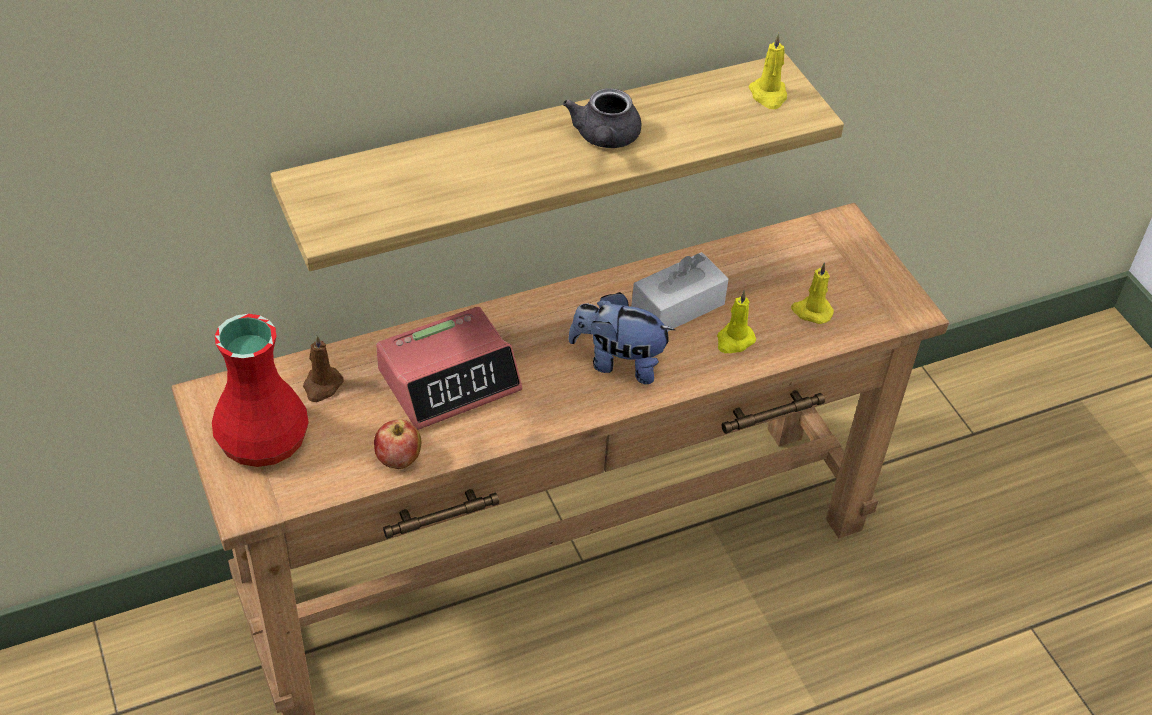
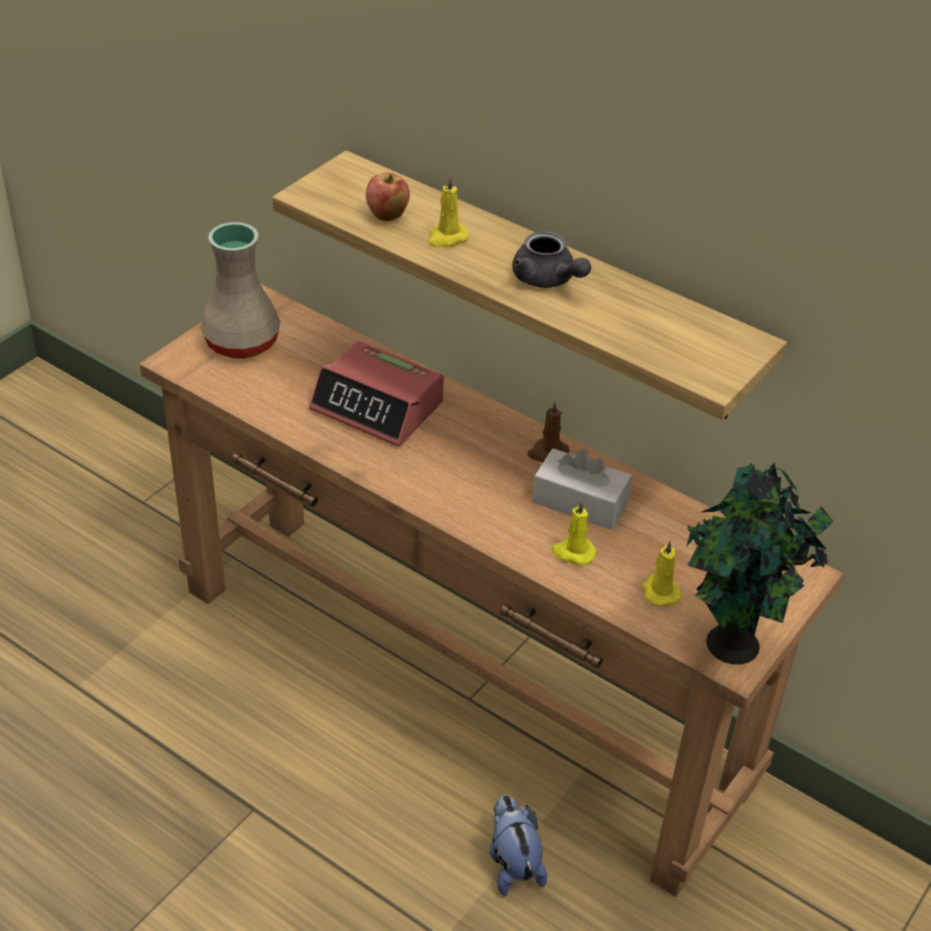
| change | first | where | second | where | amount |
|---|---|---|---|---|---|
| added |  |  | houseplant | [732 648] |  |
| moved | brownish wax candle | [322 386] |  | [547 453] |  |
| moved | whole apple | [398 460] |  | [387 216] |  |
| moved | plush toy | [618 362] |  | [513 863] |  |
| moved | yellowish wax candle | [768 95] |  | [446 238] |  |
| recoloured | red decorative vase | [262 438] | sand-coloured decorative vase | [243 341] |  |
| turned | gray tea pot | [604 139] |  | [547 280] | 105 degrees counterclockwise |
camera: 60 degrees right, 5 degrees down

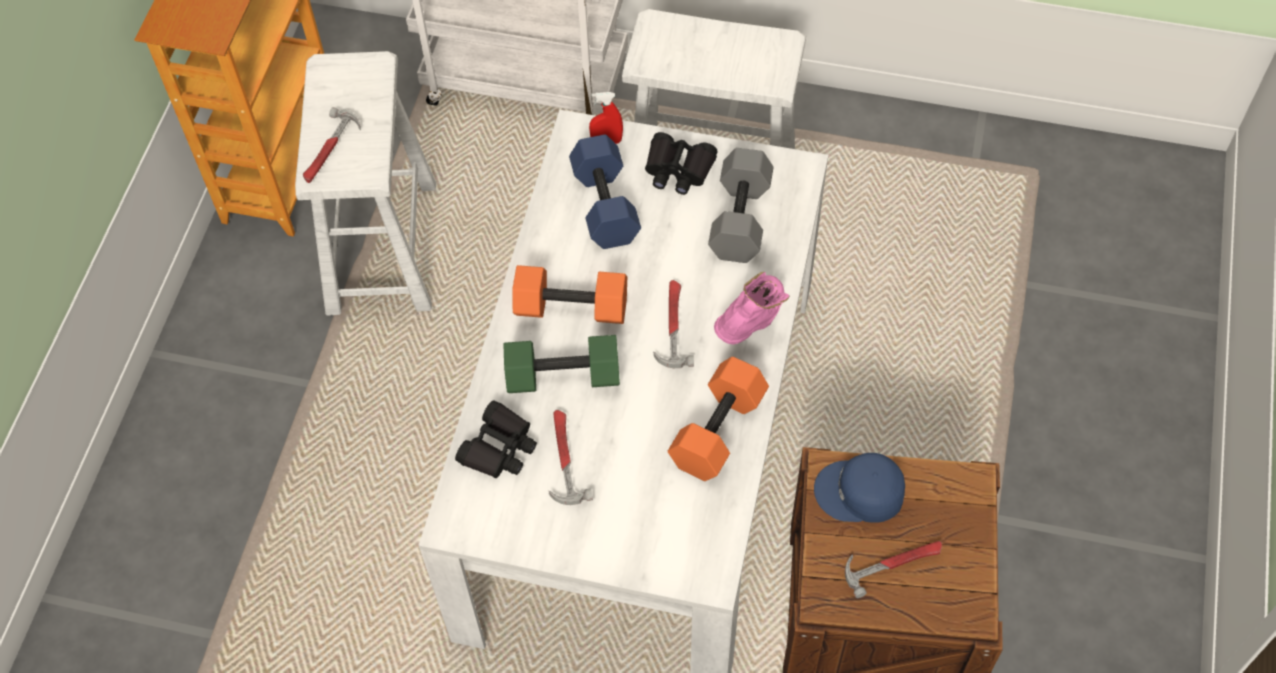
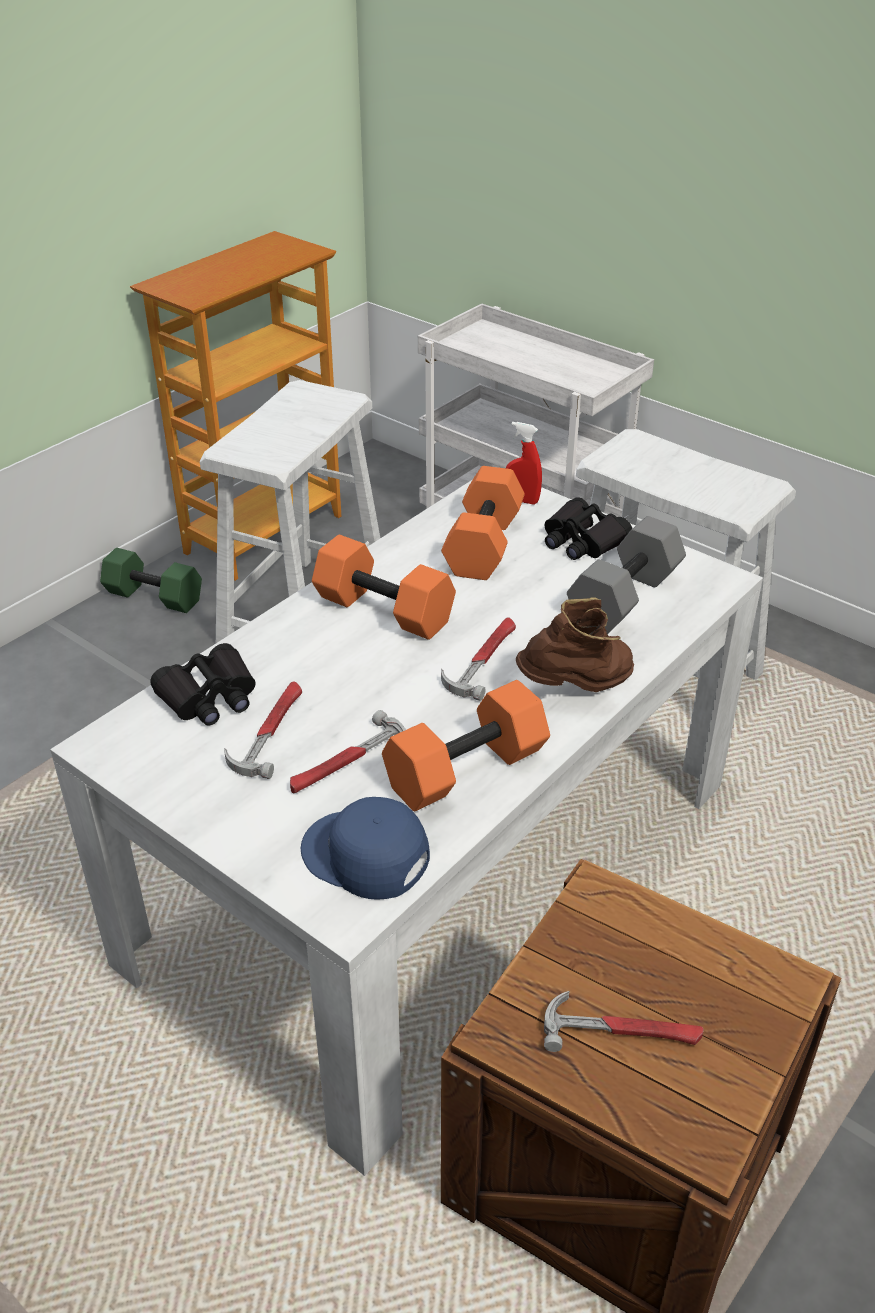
| change | first | where | second | where | amount |
|---|---|---|---|---|---|
| moved | hammer | [330 150] |  | [348 762] |  |
| moved | greenish free weight | [562 378] |  | [152 597] |  |
| moved | blue-coloured baseball cap | [860 493] |  | [365 856] |  |
| recoloured | blue-coloured free weight | [607 206] | orange free weight | [485 545] |  |
| recoloured | pinkish boot | [752 323] | brownish boot | [577 687] |  |
camera: 25 degrees right, 20 degrees down

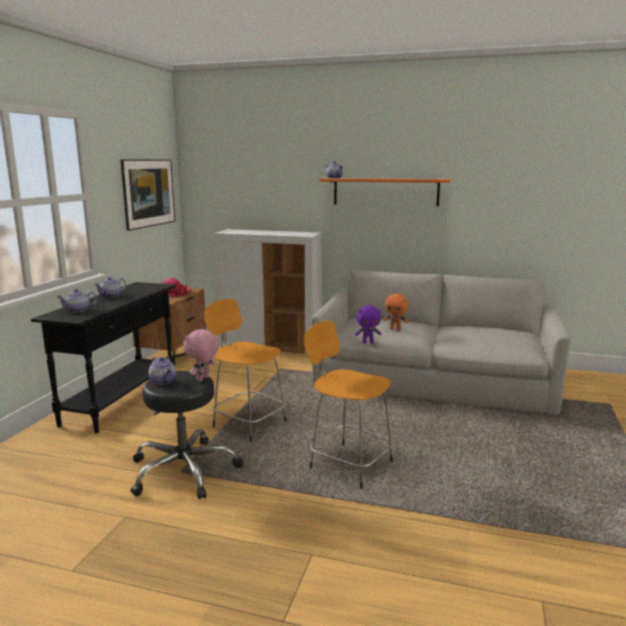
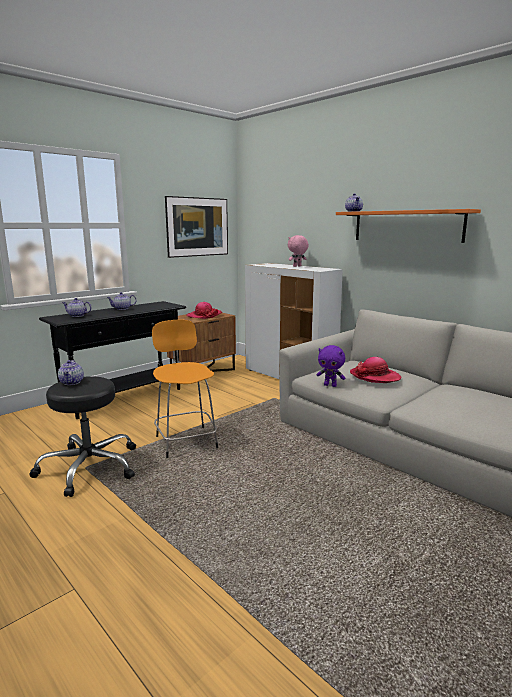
| change | first | where | second | where | amount |
|---|---|---|---|---|---|
| removed | orange stool seat | [348 464] |  |  |  |
| moved | pinkish plush toy | [203 379] |  | [297 266] |  |
| replaced | orange plush toy | [395 329] | hat | [375 377] |  |
camera: 30 degrees right, 0 degrees up

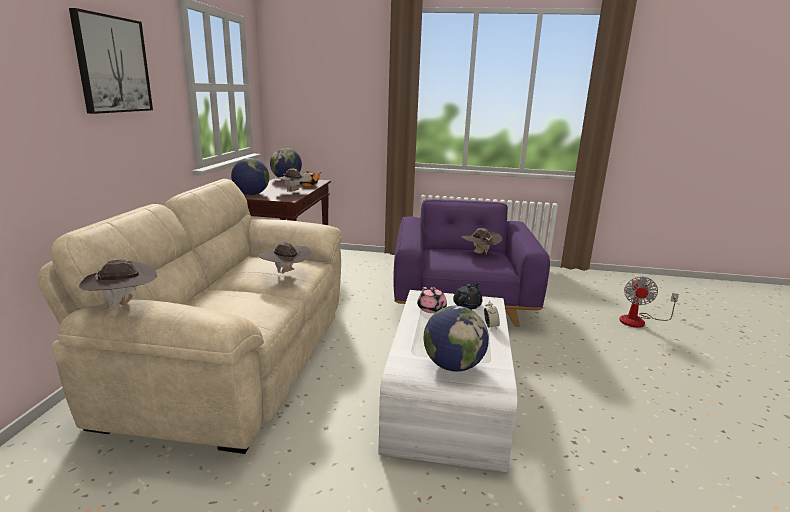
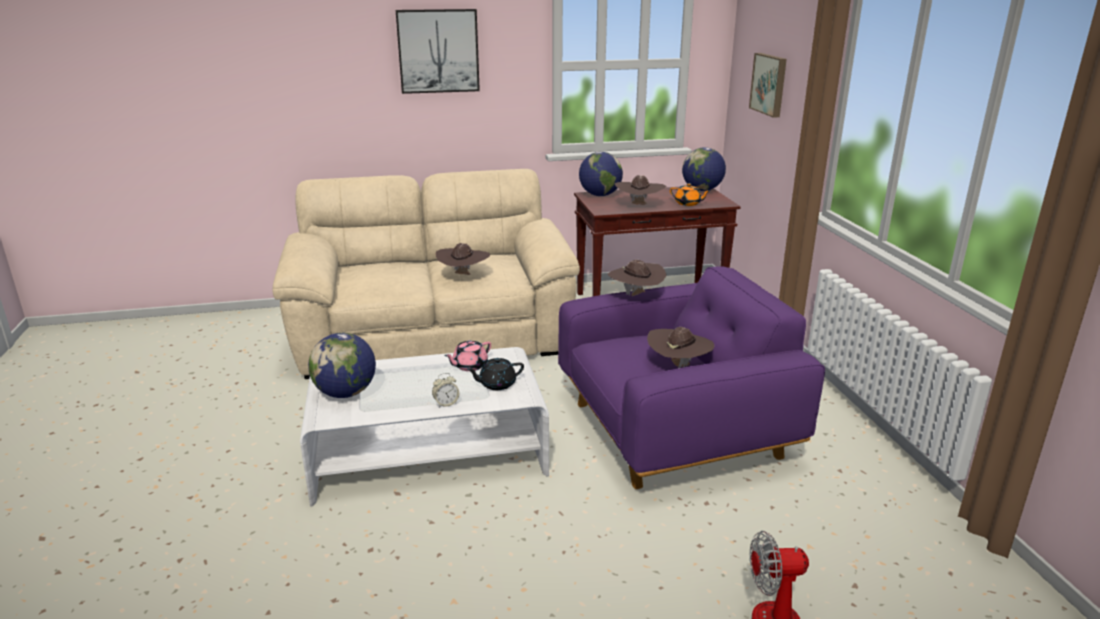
| change | first | where | second | where | amount |
|---|---|---|---|---|---|
| added |  |  | wall art | [770 84] |  |
| moved | brownish hat | [123 304] |  | [636 296] |  |
| turned | black tea pot | [467 305] |  | [496 384] | 150 degrees clockwise |
camera: 70 degrees right, 5 degrees up

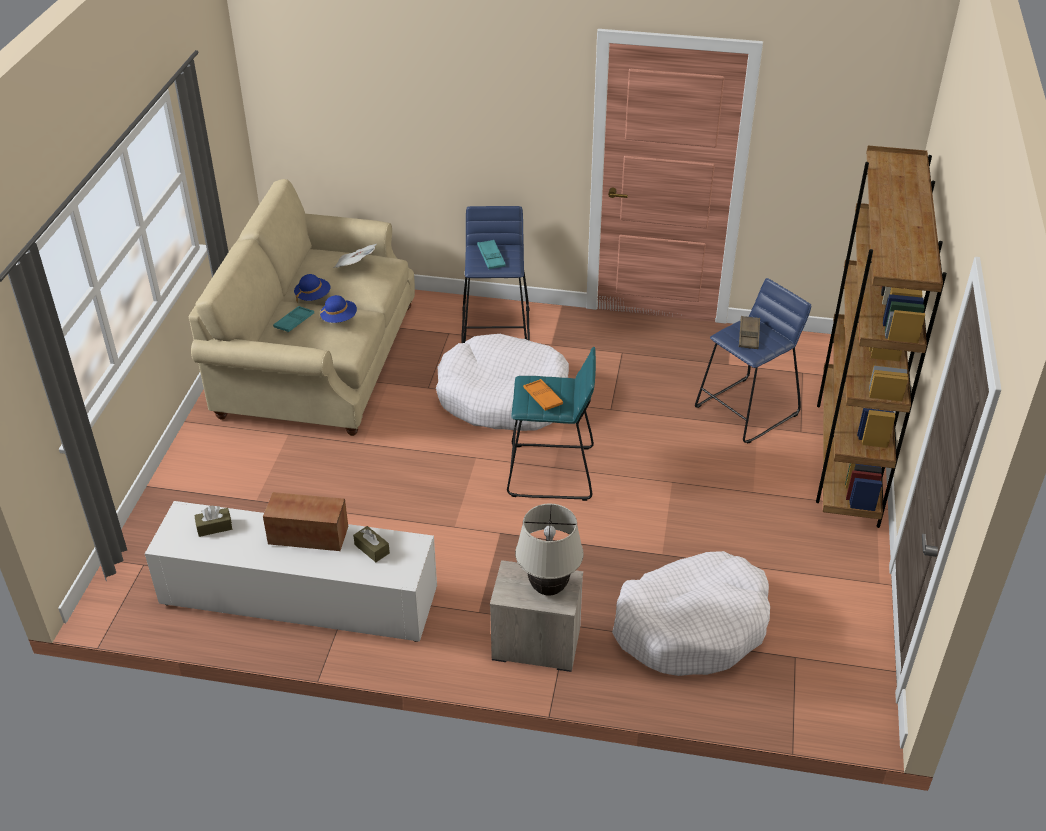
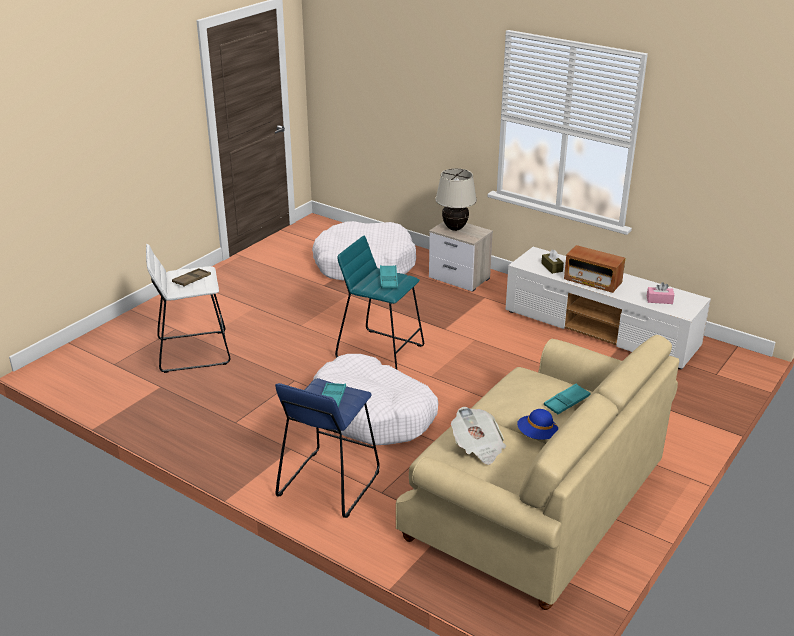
| change | first | where | second | where | amount |
|---|---|---|---|---|---|
| removed | blue-coloured hat | [339 319] |  |  |  |
| removed | brownish shelving unit | [847 456] |  |  |  |
| recoloured | brownish tissue box | [214 527] | pinkish tissue box | [659 300] |  |
| recoloured | orange serving tray | [542 398] | turquoise-coloured serving tray | [388 279] |  |
| recoloured | blue-coloured stool seat | [747 410] | white-coloured stool seat | [193 351] |  |
camera: 155 degrees left, 10 degrees down

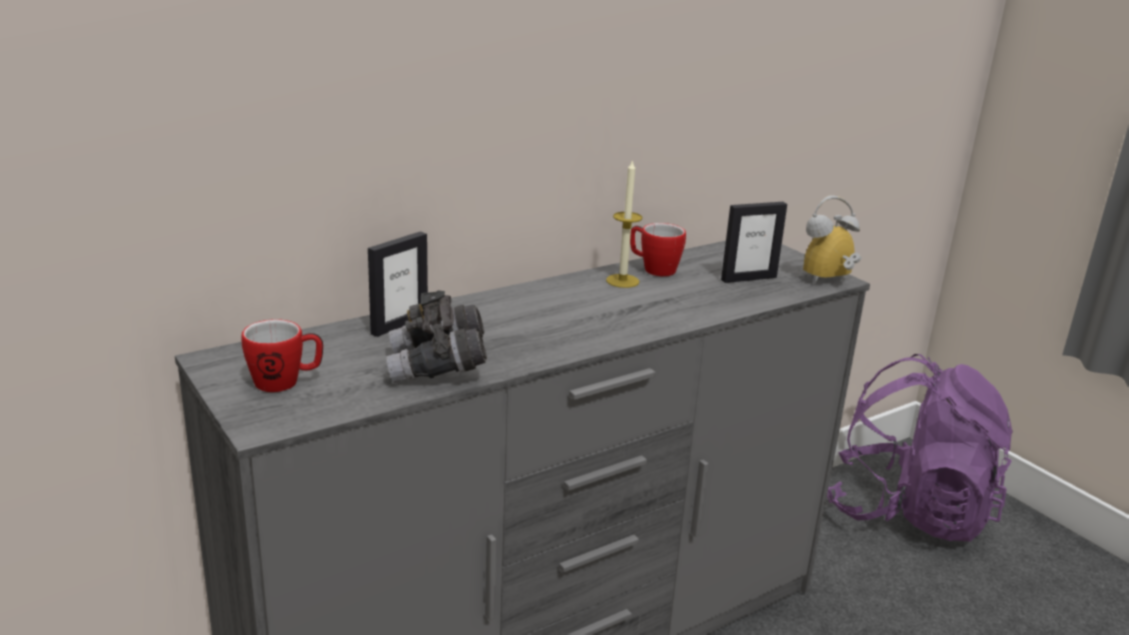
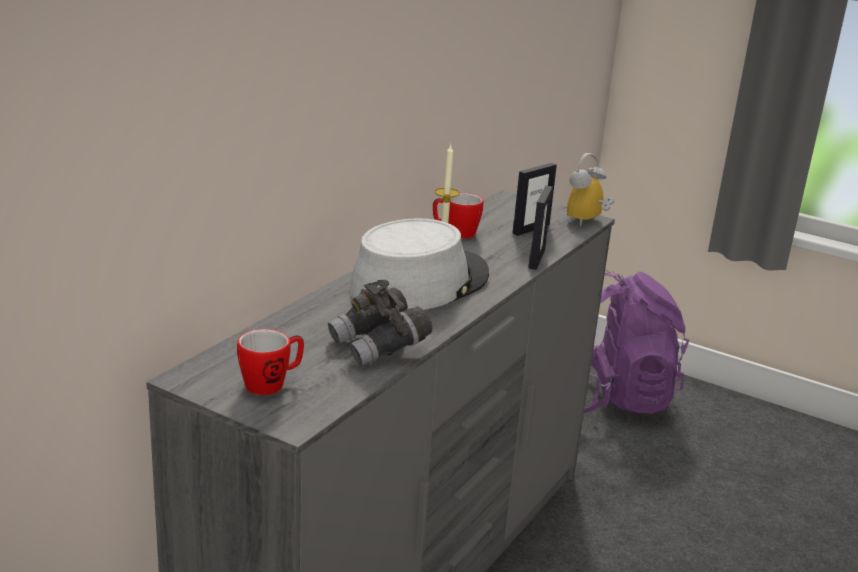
| change | first | where | second | where | amount |
|---|---|---|---|---|---|
| added |  |  | gray hat | [419 282] |  |
| moved | photo frame | [399 324] |  | [536 259] |  |
camera: 25 degrees left, 0 degrees up

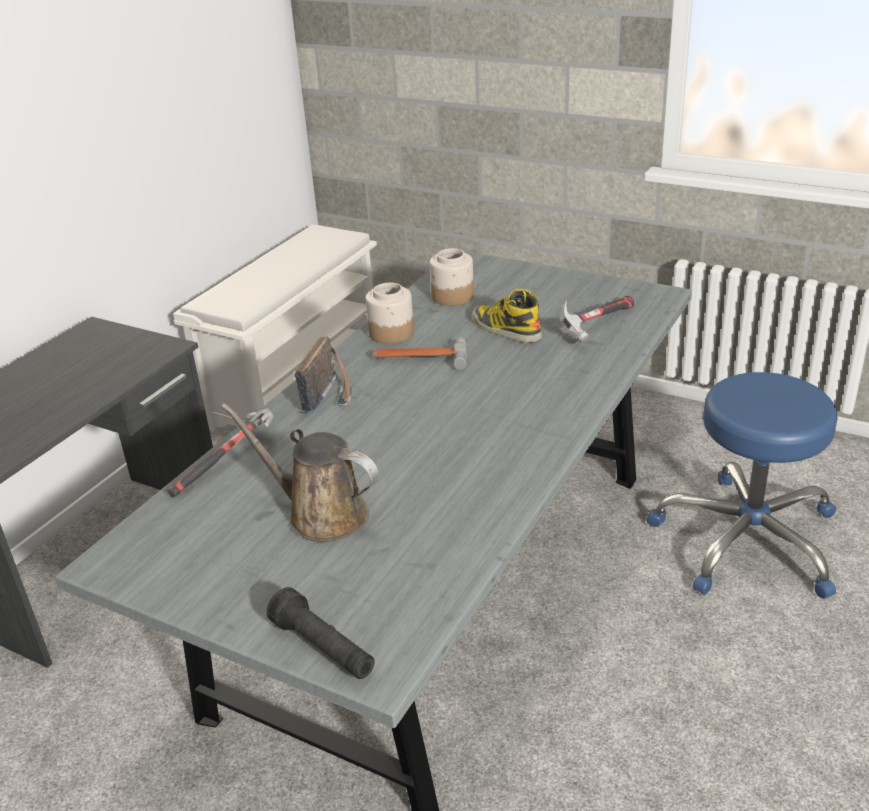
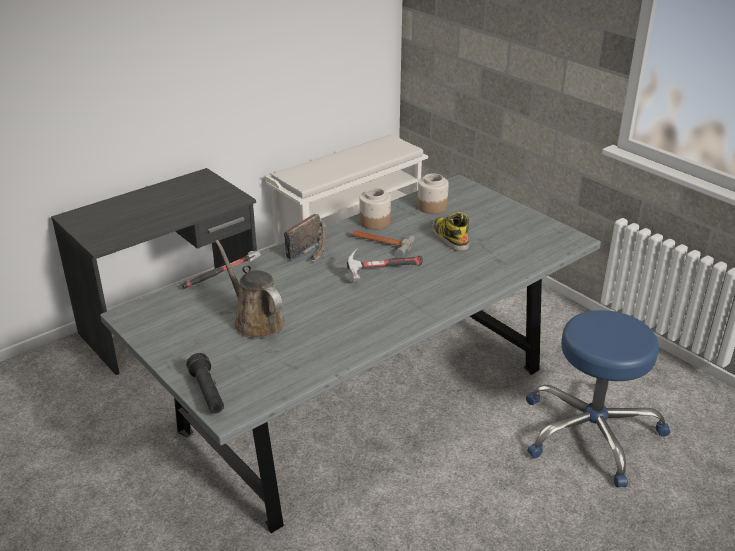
| change | first | where | second | where | amount |
|---|---|---|---|---|---|
| moved | hammer | [596 326] |  | [382 272] |  |
camera: 20 degrees right, 0 degrees up

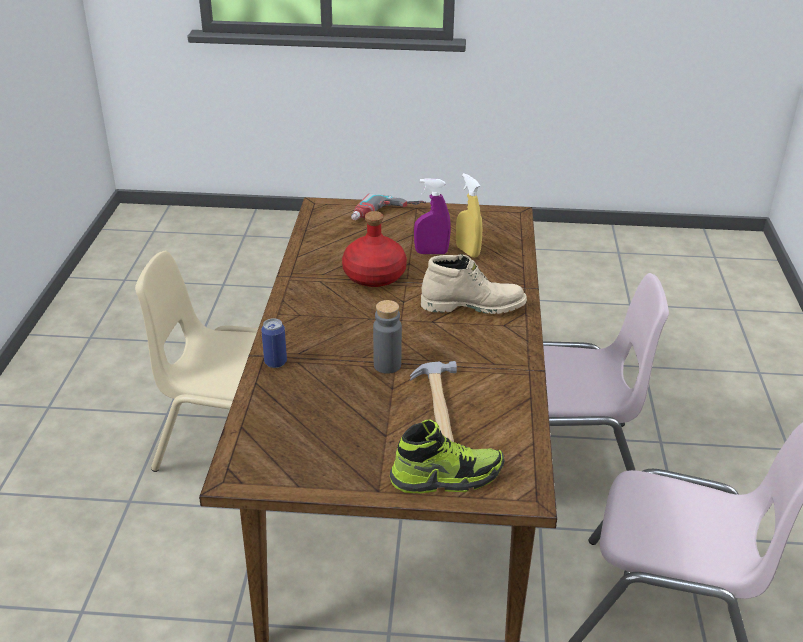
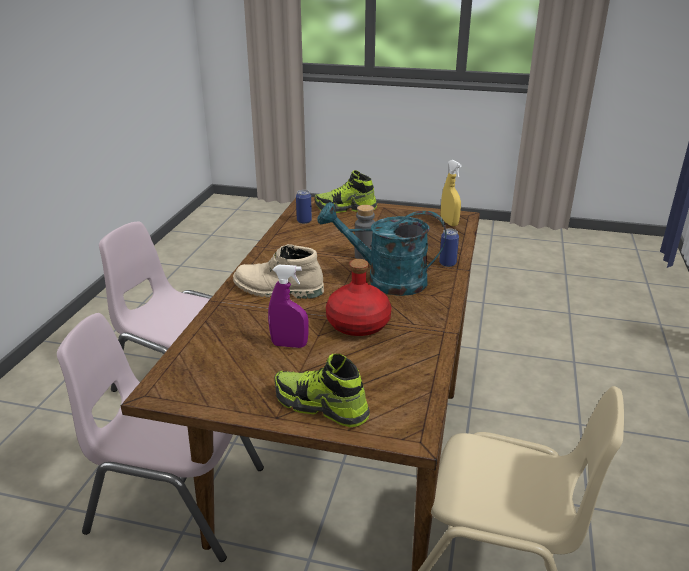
| change | first | where | second | where | amount |
|---|---|---|---|---|---|
| removed | hammer | [438 406] |  |  |  |
| added |  |  | sealed can | [304 221] |  |
| added |  |  | turquoise-coloured watering can | [385 280] |  |
| moved | yellowish sprayer | [467 251] |  | [449 223] |  |
| replaced | electric drill | [387 215] | low shoe | [320 406] |  |
camera: 170 degrees left, 5 degrees down

